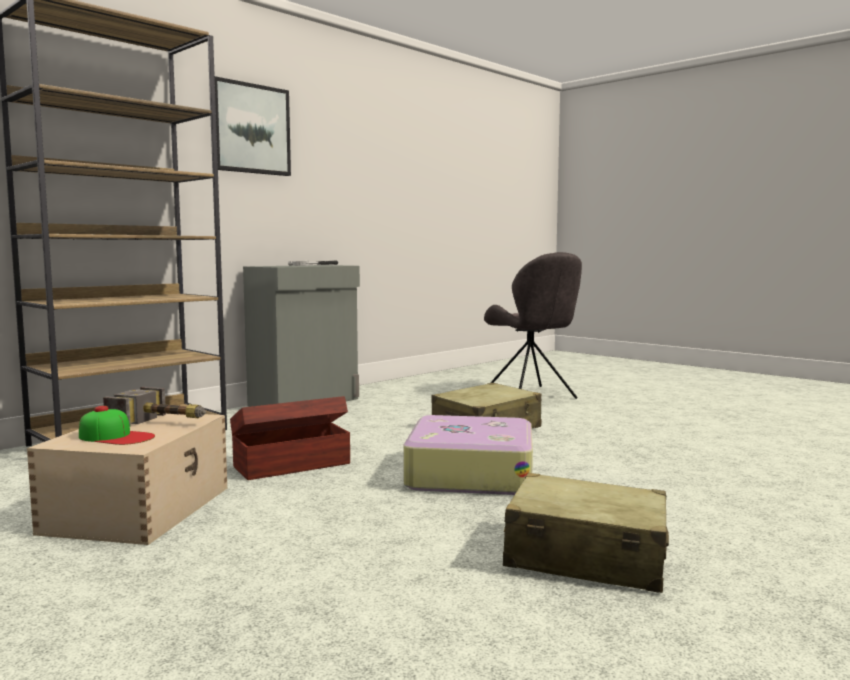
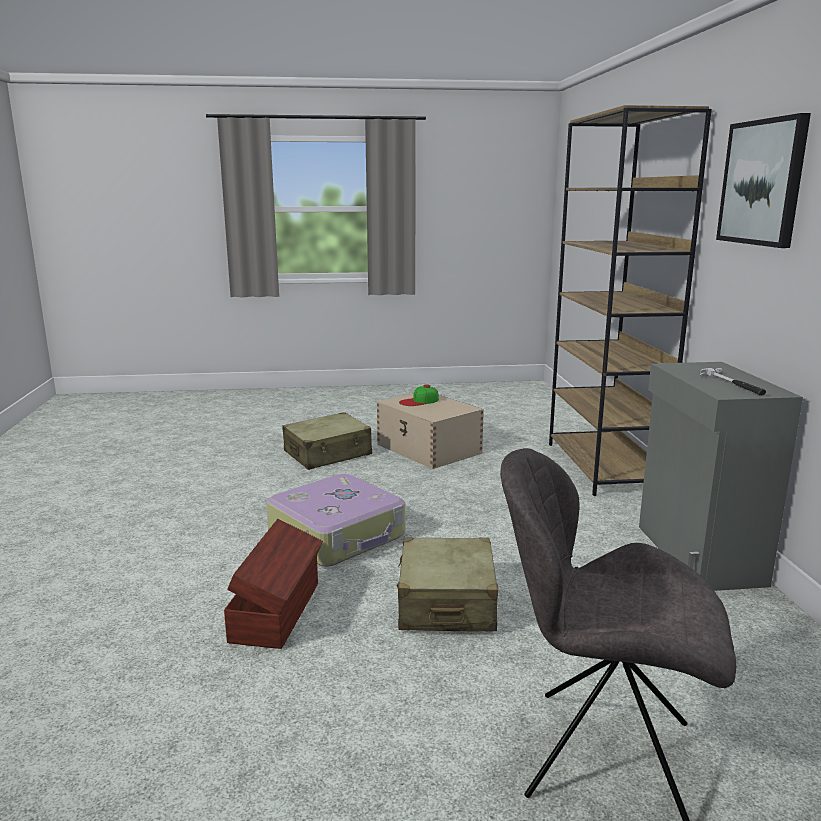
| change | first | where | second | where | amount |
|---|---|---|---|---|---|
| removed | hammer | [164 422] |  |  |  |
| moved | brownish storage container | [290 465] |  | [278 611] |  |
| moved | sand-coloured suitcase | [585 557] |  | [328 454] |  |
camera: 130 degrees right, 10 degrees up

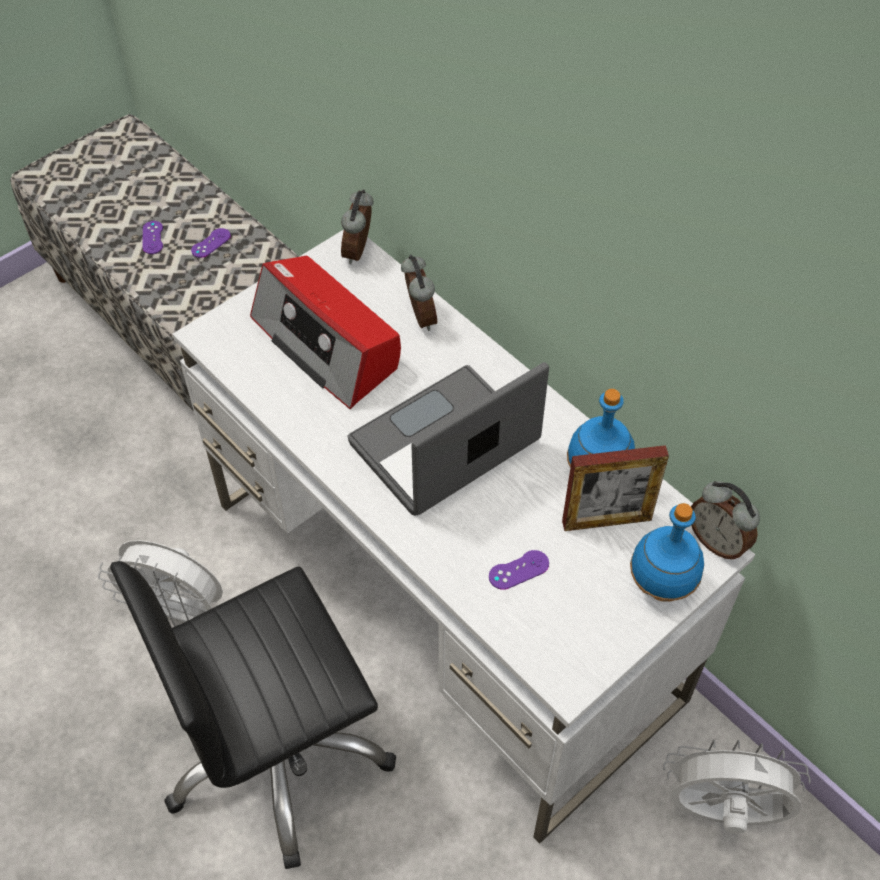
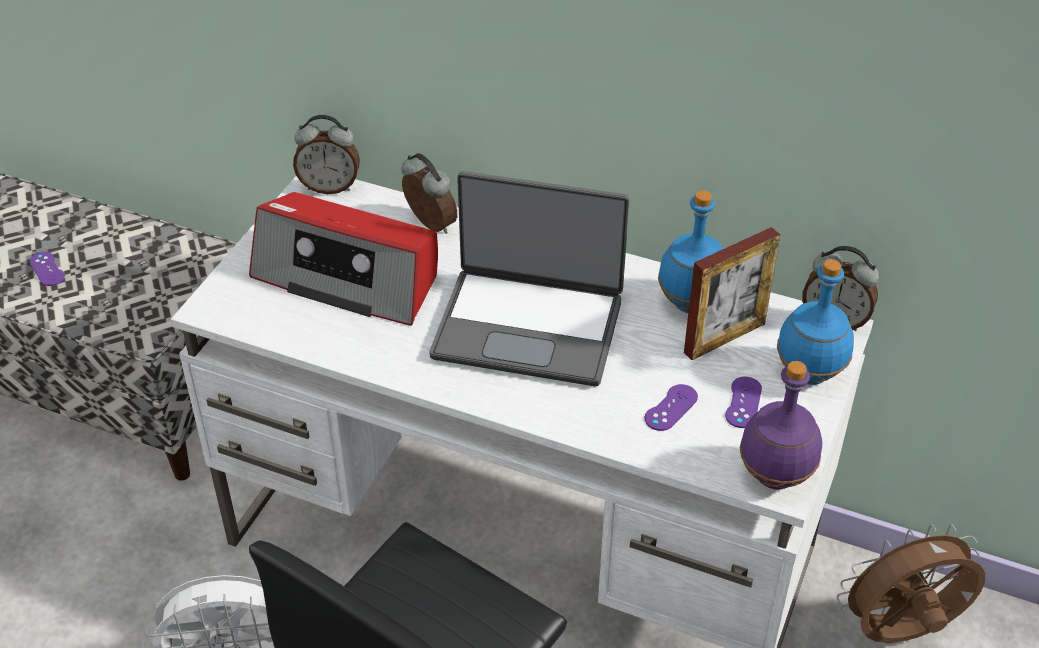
| change | first | where | second | where | amount |
|---|---|---|---|---|---|
| added |  |  | purplish drink bottle | [775 475] |  |
| moved | purplish gamepad | [211 243] |  | [743 402] |  |
| recoloured | white-coloured fan | [721 813] | brownish fan | [901 633] |  |
| turned | bedside clock | [360 252] |  | [330 187] | 75 degrees counterclockwise |
| turned | laptop | [446 445] |  | [529 326] | 105 degrees counterclockwise |
camera: 25 degrees left, 10 degrees down

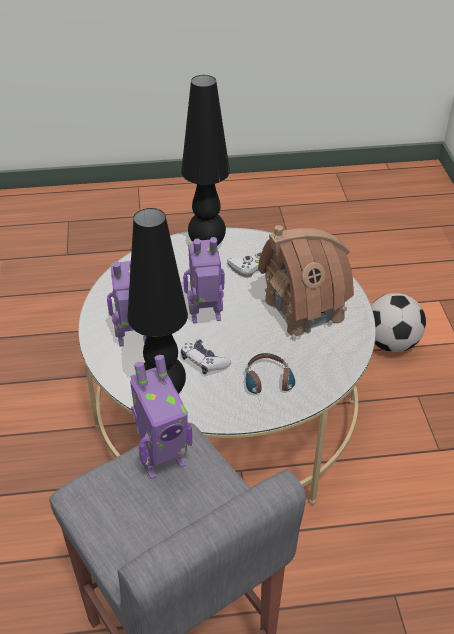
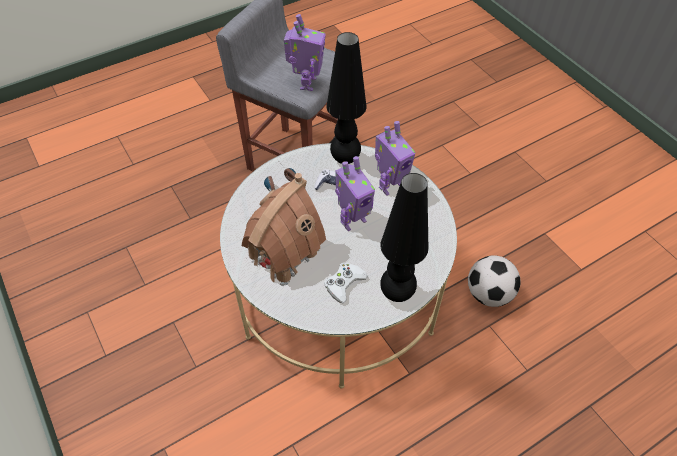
| change | first | where | second | where | amount |
|---|---|---|---|---|---|
| moved | football | [391 343] |  | [488 294] |  |
| turned | toy robot | [162 461] |  | [306 83] | 150 degrees clockwise |
camera: 155 degrees right, 10 degrees up

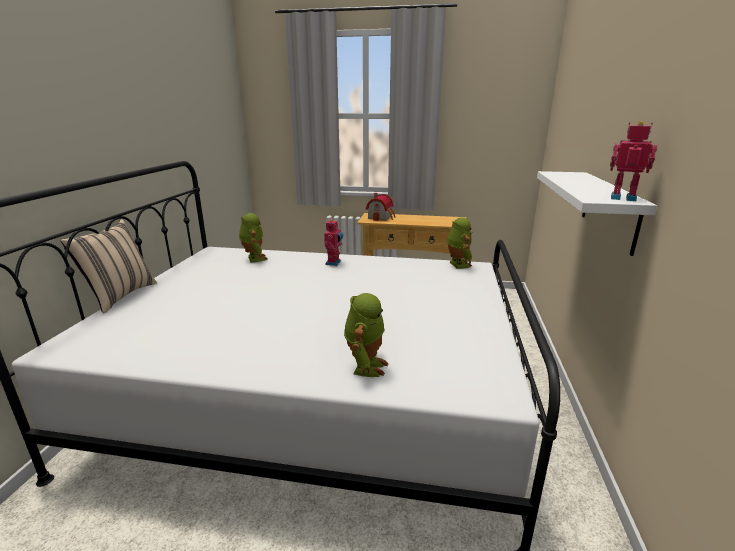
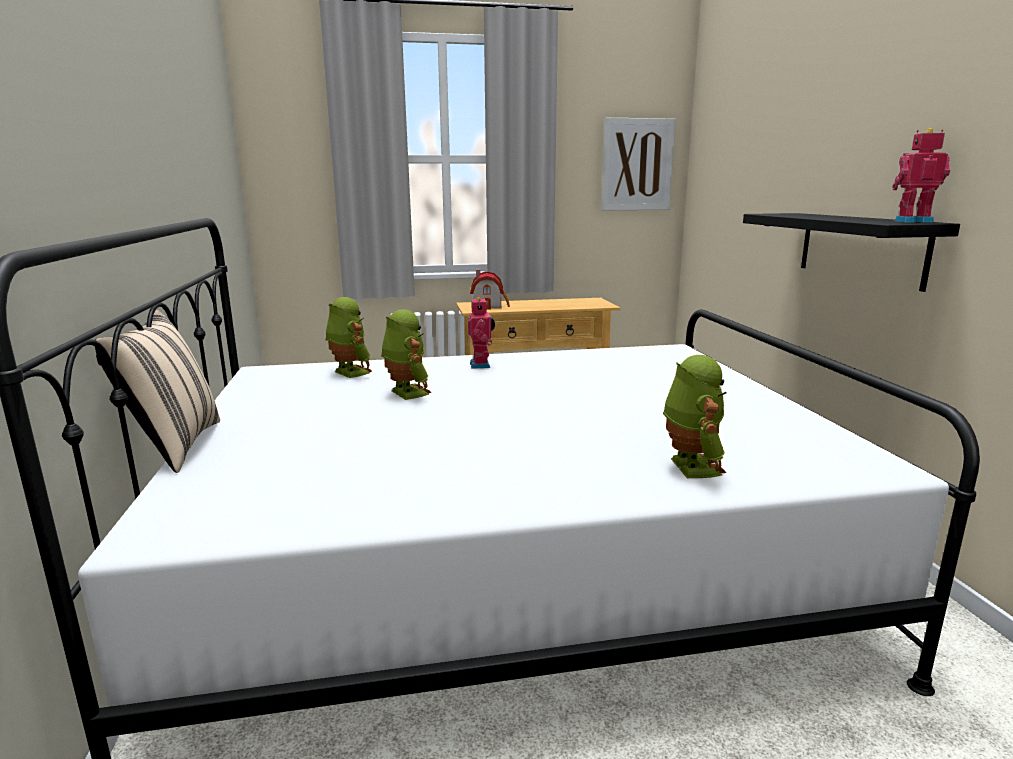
| change | first | where | second | where | amount |
|---|---|---|---|---|---|
| added |  |  | wall art | [637 165] |  |
| moved | toy robot | [457 265] |  | [406 393] |  |
| recoloured | white-coloured shelf | [609 209] | black shelf | [860 248] |  |
camera: 20 degrees left, 5 degrees down

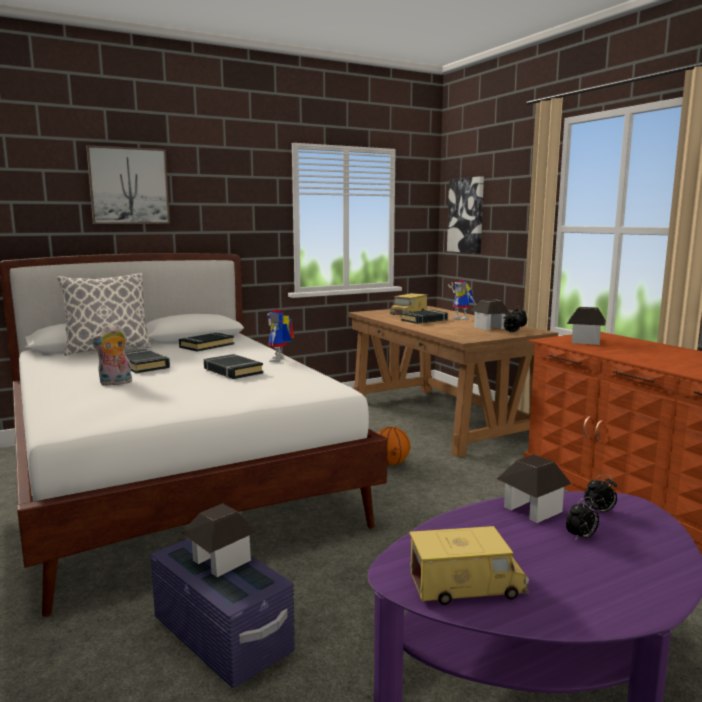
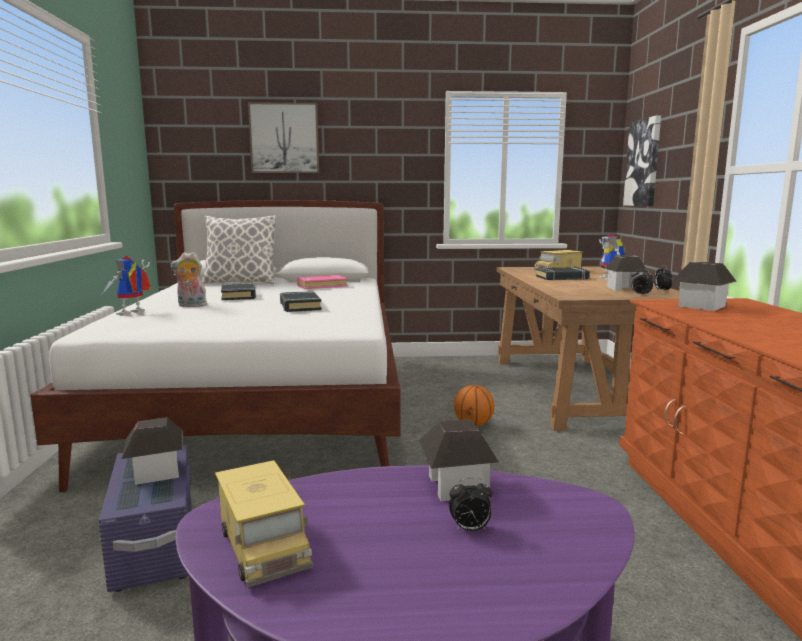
| change | first | where | second | where | amount |
|---|---|---|---|---|---|
| removed | bedside clock | [599 512] |  |  |  |
| moved | toy robot | [280 360] |  | [131 314] |  |
| recoloured | black book | [206 346] | pinkish book | [321 286] |  |
| turned | toy lorry | [466 586] |  | [263 545] | 45 degrees clockwise |
camera: 25 degrees right, 0 degrees up

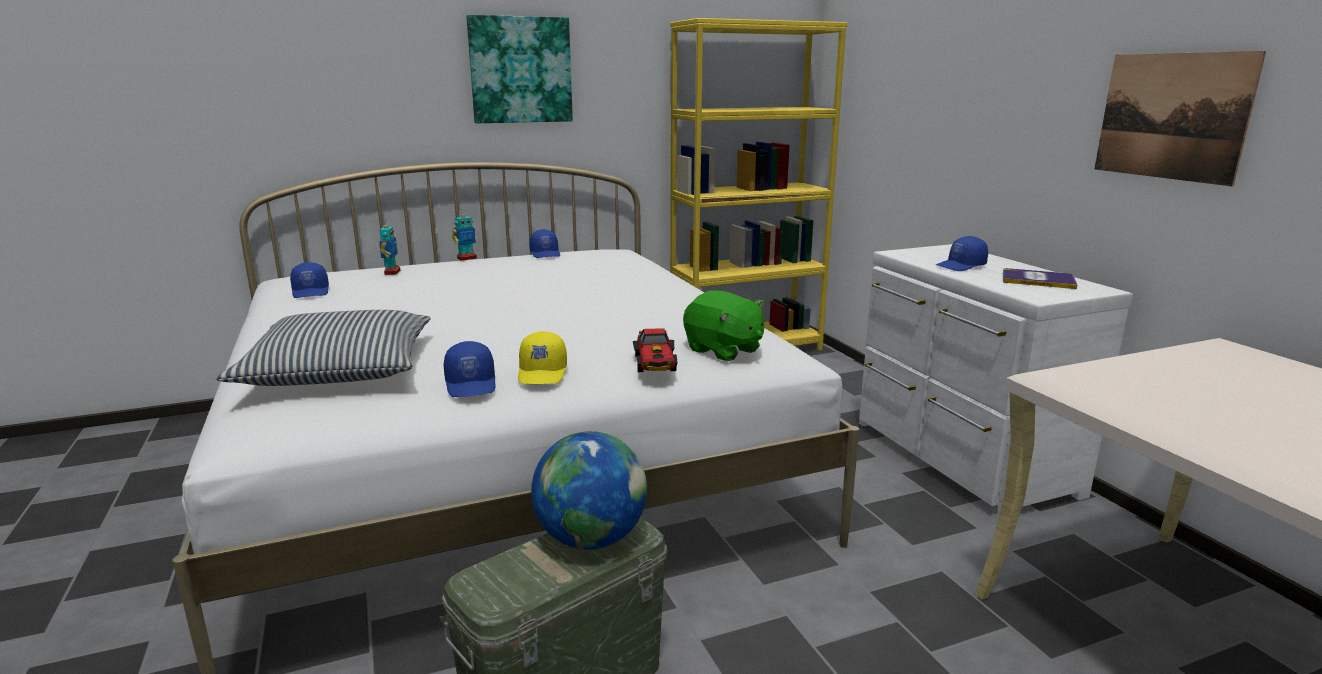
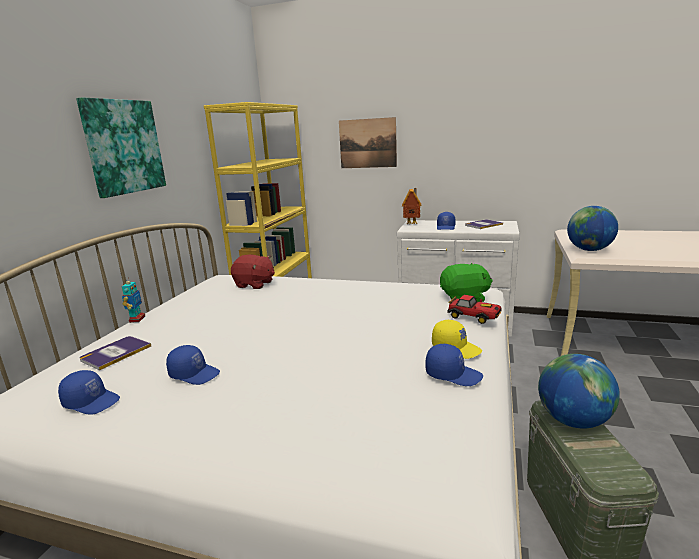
| change | first | where | second | where | amount |
|---|---|---|---|---|---|
| removed | throw pillow | [339 370] |  |  |  |
| added |  |  | red plush toy | [254 284] |  |
| added |  |  | miniature house | [412 224] |  |
| added |  |  | world globe | [589 250] |  |
| moved | blue-coloured baseball cap | [546 254] |  | [195 374] |  |
| moved | wall art | [1171 116] |  | [367 143] |  |
| replaced | toy robot | [392 272] | book | [115 353] |  |
camera: 50 degrees left, 0 degrees up

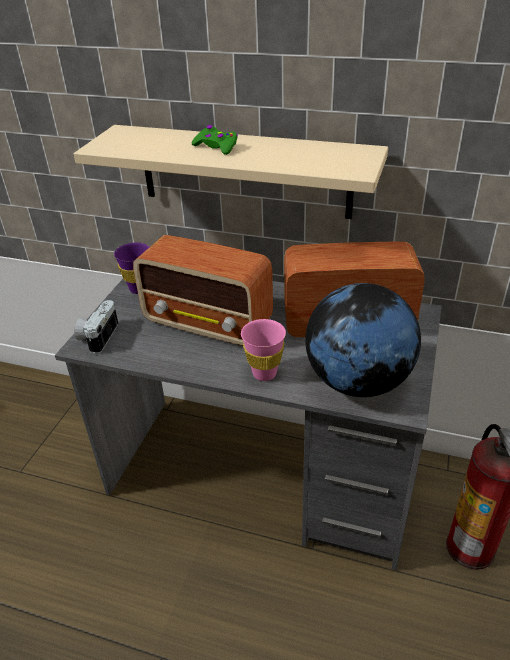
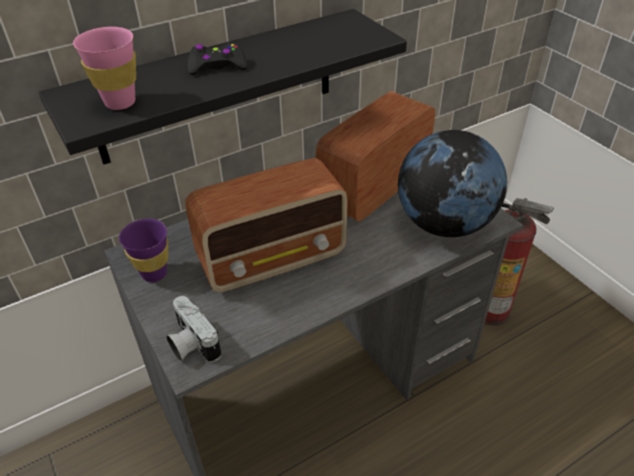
| change | first | where | second | where | amount |
|---|---|---|---|---|---|
| moved | pinkish drinking cup | [264 373] |  | [120 102] |  |
| recoloured | sand-coloured shelf | [244 171] | black shelf | [218 86] |  |
| recoloured | greenish gamepad | [216 146] | black gamepad | [217 66] |  |
camera: 50 degrees left, 5 degrees up

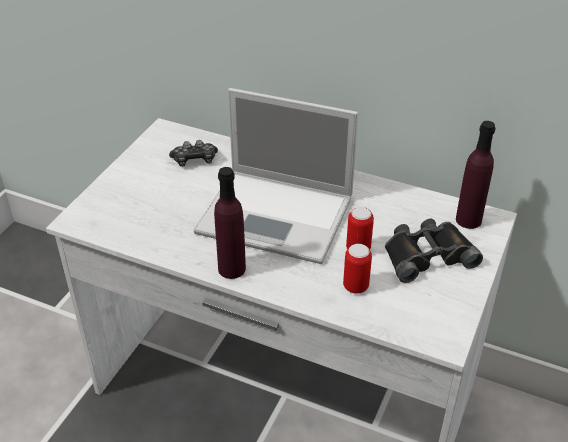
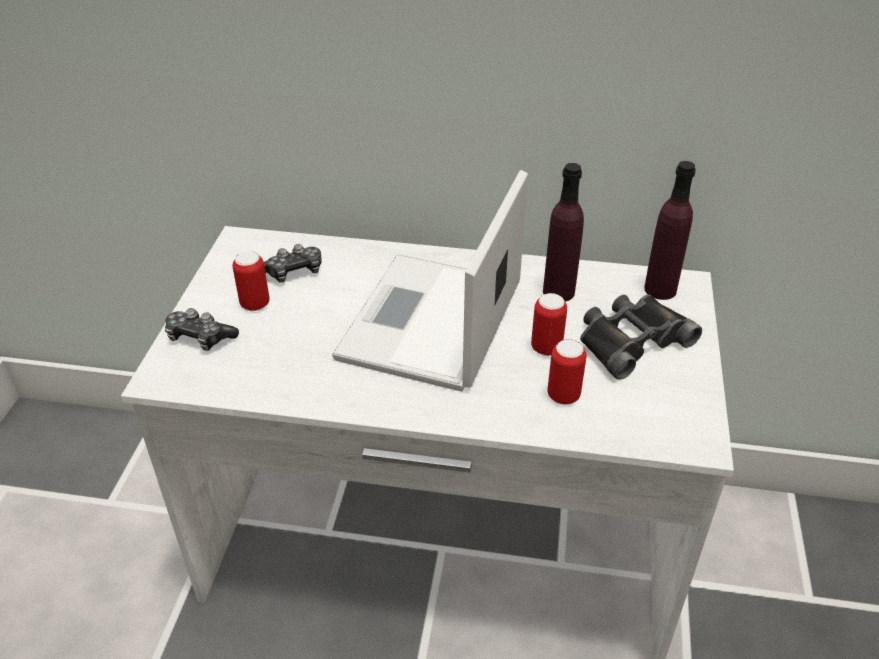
| change | first | where | second | where | amount |
|---|---|---|---|---|---|
| added |  |  | gamepad | [200 338] |  |
| added |  |  | sealed can | [255 304] |  |
| moved | purplish drink bottle | [232 269] |  | [558 292] |  |
| turned | laptop | [278 215] |  | [430 324] | 105 degrees clockwise |
camera: 15 degrees left, 0 degrees up

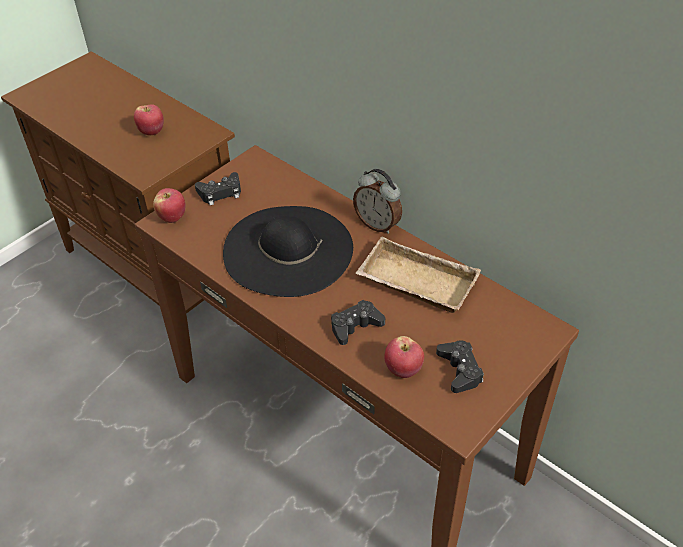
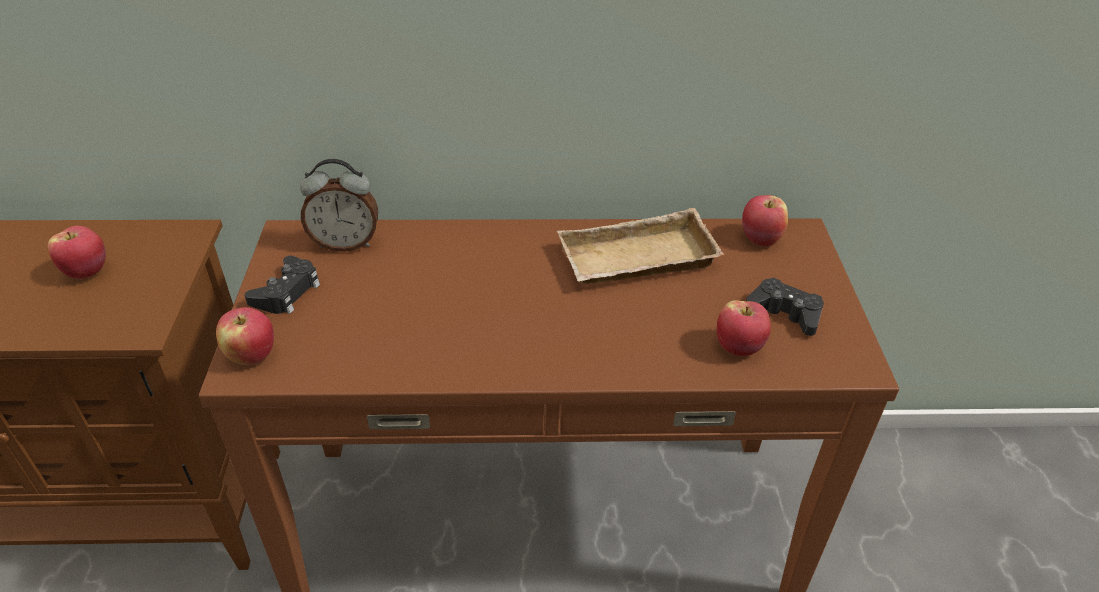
| change | first | where | second | where | amount |
|---|---|---|---|---|---|
| removed | black hat | [288 250] |  |  |  |
| removed | black gamepad | [355 326] |  |  |  |
| added |  |  | whole apple | [760 239] |  |
| moved | bedside clock | [378 224] |  | [346 243] |  |
camera: 45 degrees left, 5 degrees down

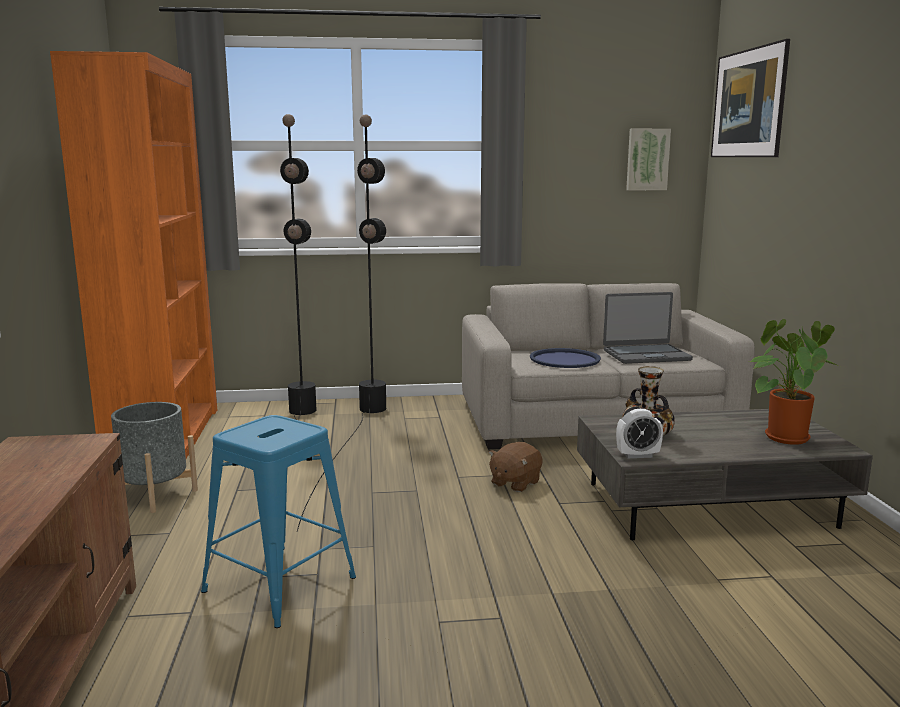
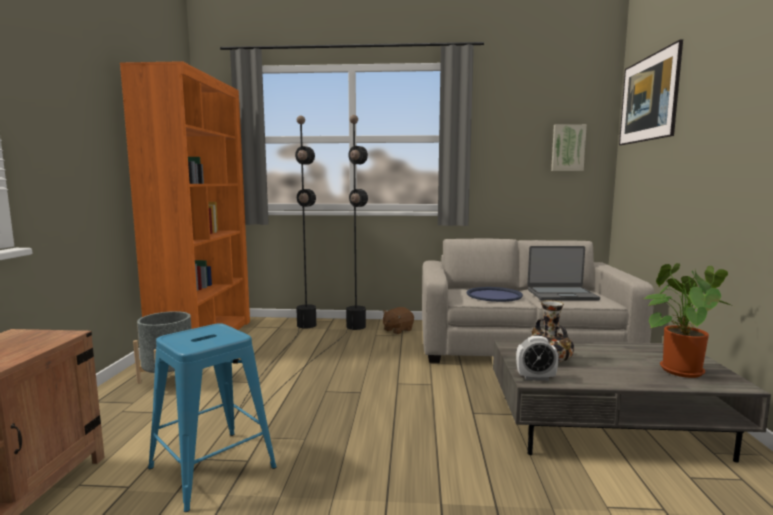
| change | first | where | second | where | amount |
|---|---|---|---|---|---|
| moved | brownish plush toy | [514 483] |  | [397 330] |  |
camera: 10 degrees right, 5 degrees down

